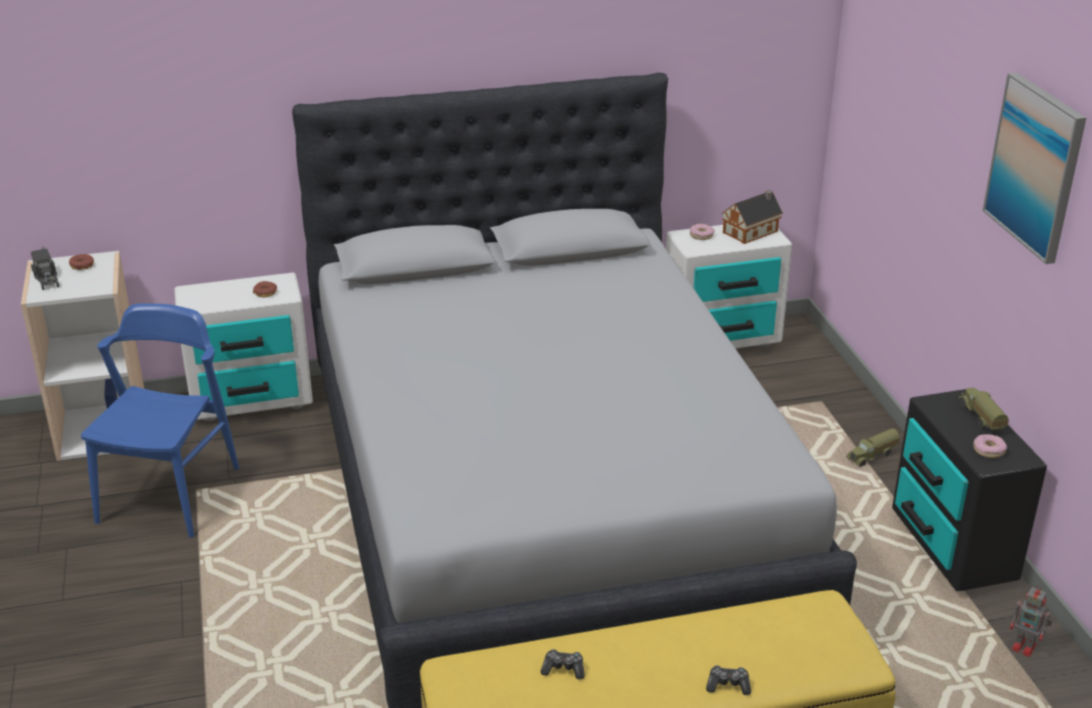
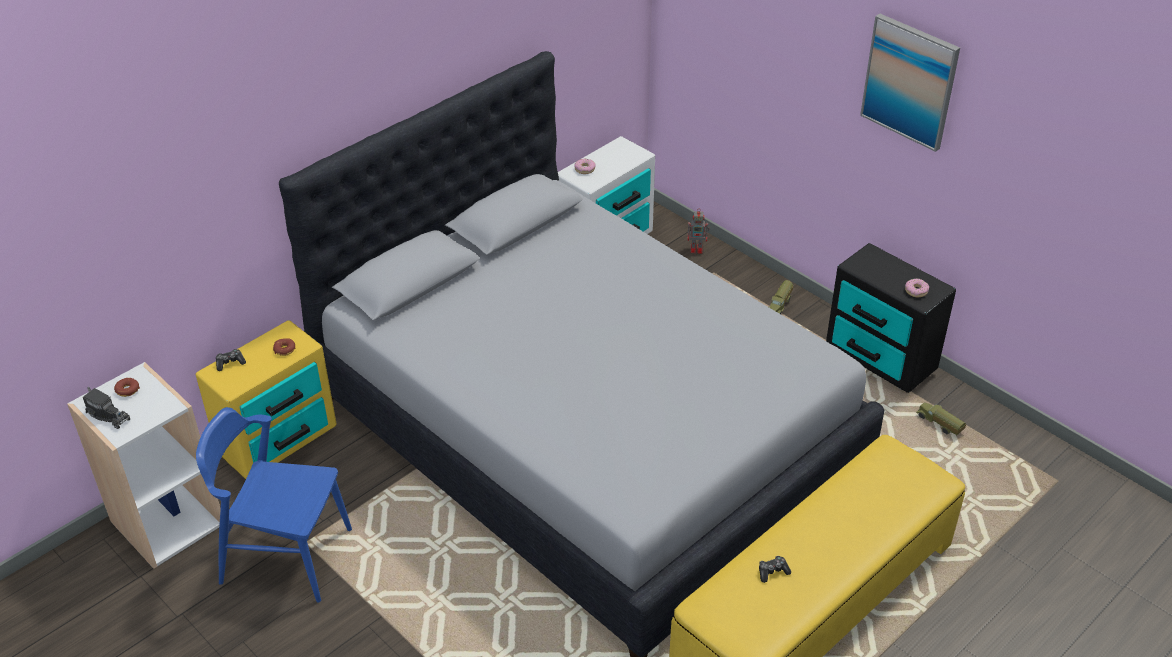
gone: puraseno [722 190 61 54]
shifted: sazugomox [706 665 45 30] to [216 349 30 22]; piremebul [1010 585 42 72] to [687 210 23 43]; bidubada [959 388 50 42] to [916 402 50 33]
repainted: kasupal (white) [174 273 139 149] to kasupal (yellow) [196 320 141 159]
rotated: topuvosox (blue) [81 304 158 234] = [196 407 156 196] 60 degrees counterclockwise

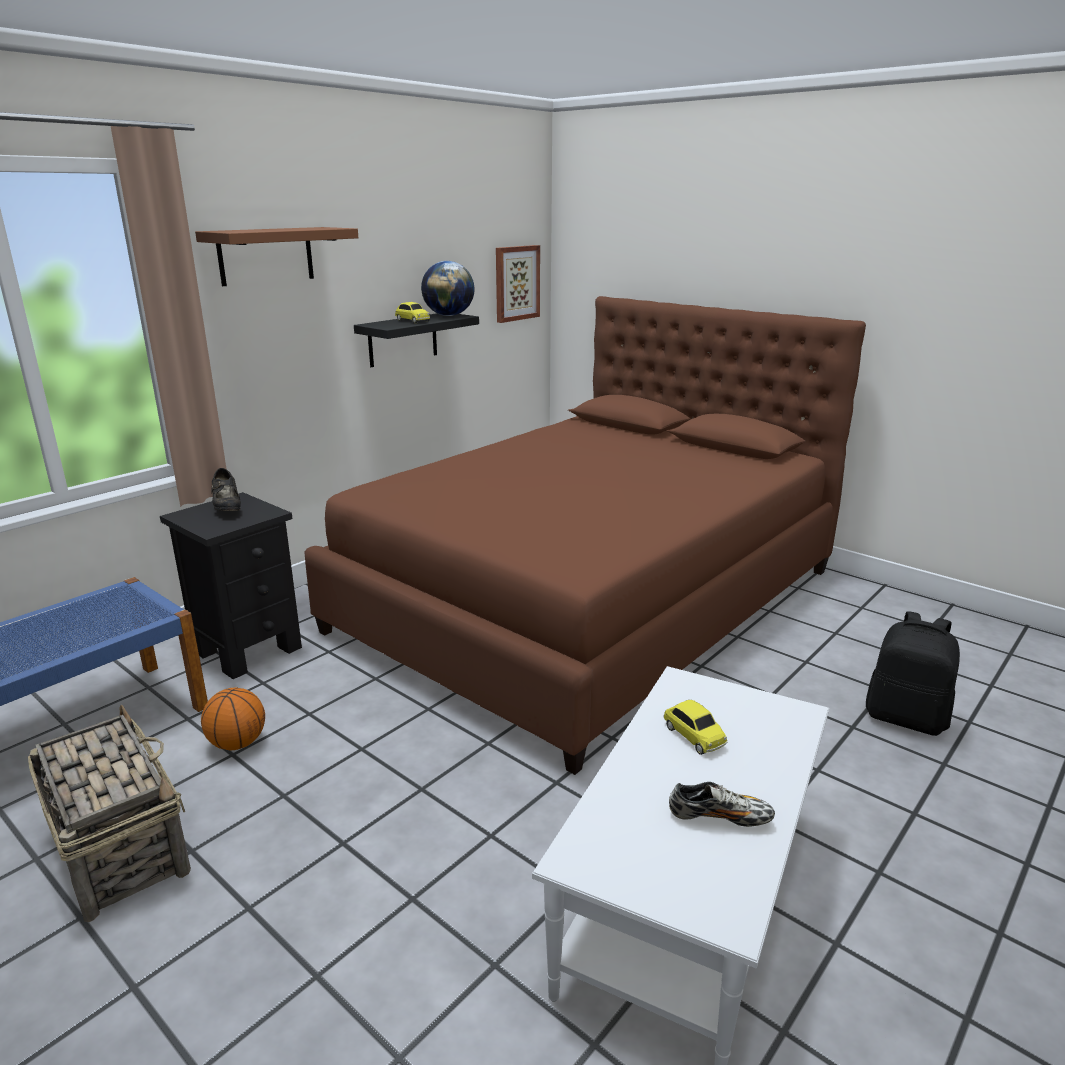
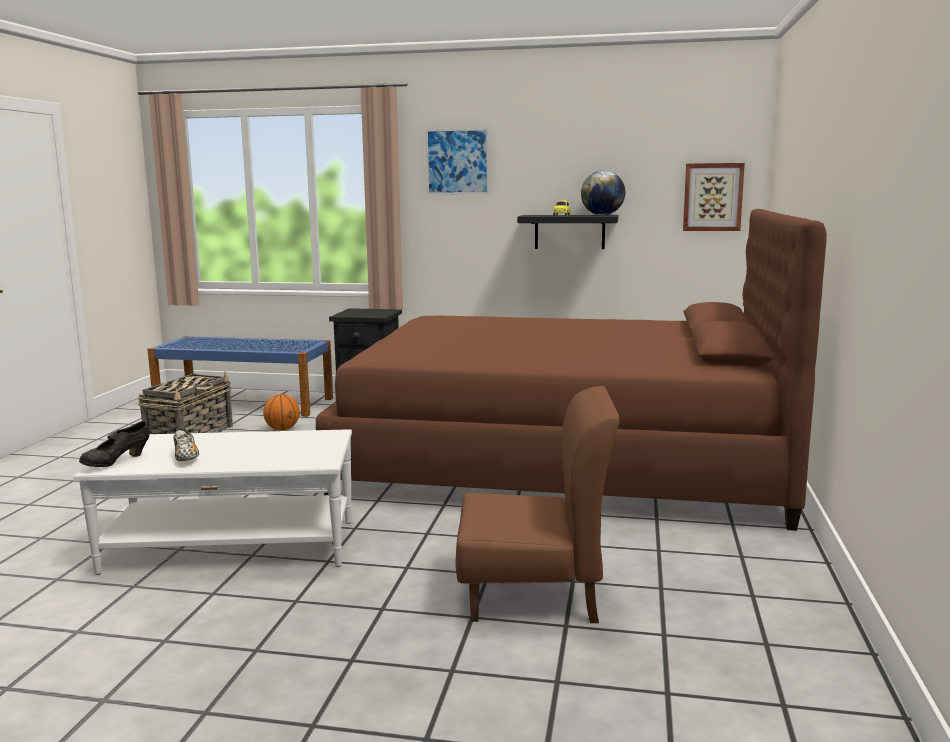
gone: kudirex [663 700 64 55]
shifted: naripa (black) [211 468 30 43] to [79 421 70 46]
swapped: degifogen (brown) [195 227 163 59] to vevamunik [426 128 63 67]; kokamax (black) [866 611 94 125] to topuvosox (brown) [456 386 164 237]

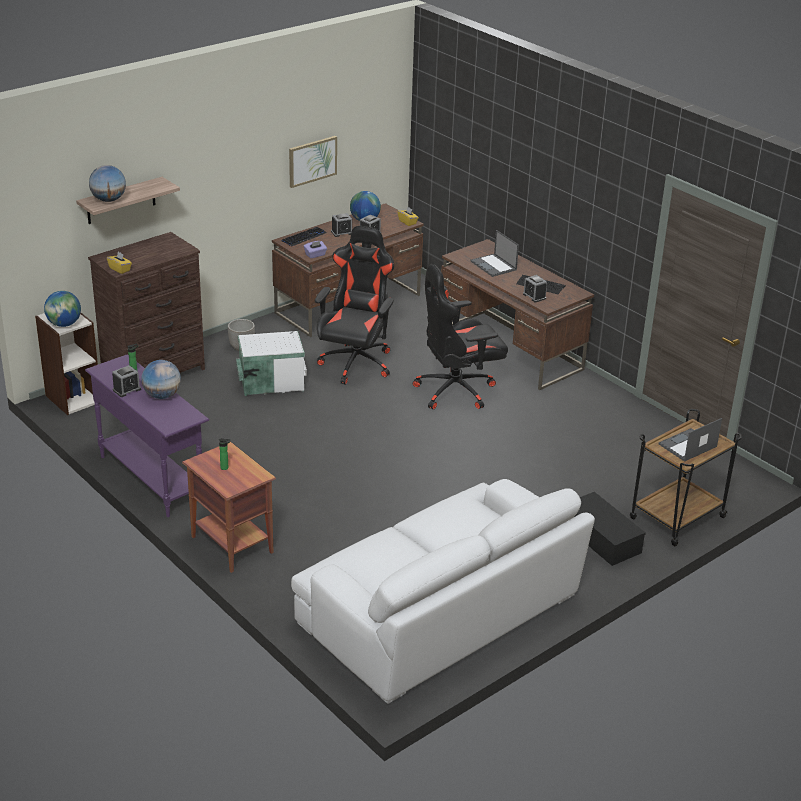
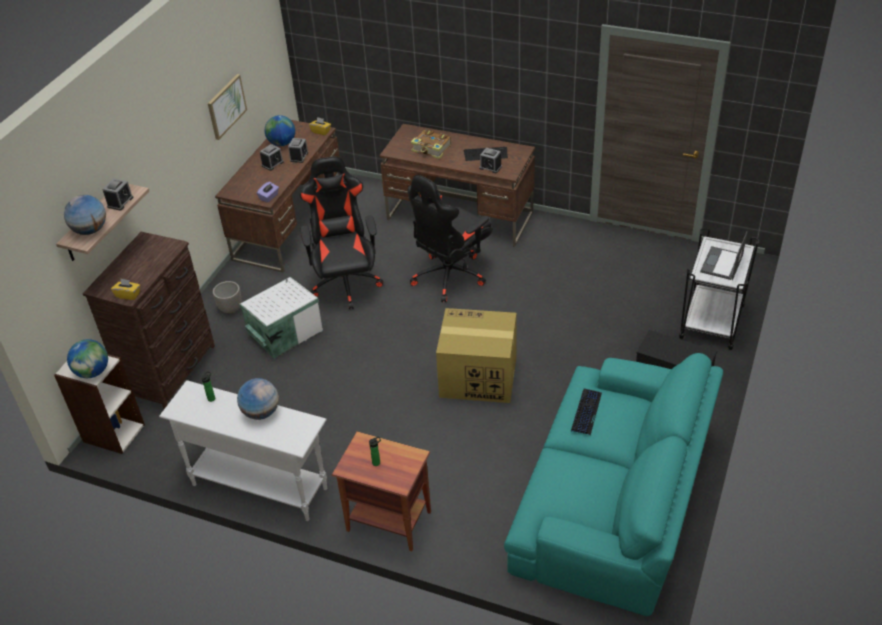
new: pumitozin [436 308 80 95]
shifted: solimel [112 365 29 32] to [102 178 32 33]; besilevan [282 227 45 19] to [571 388 31 47]
swapped: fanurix [471 230 48 47] to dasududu [411 130 40 29]
repainted: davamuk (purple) [85 354 124 163] to davamuk (white) [159 380 168 141]; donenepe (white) [291 479 304 225] to donenepe (turquoise) [504 353 219 264]; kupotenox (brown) [630 409 112 137] to kupotenox (white) [679 227 81 123]

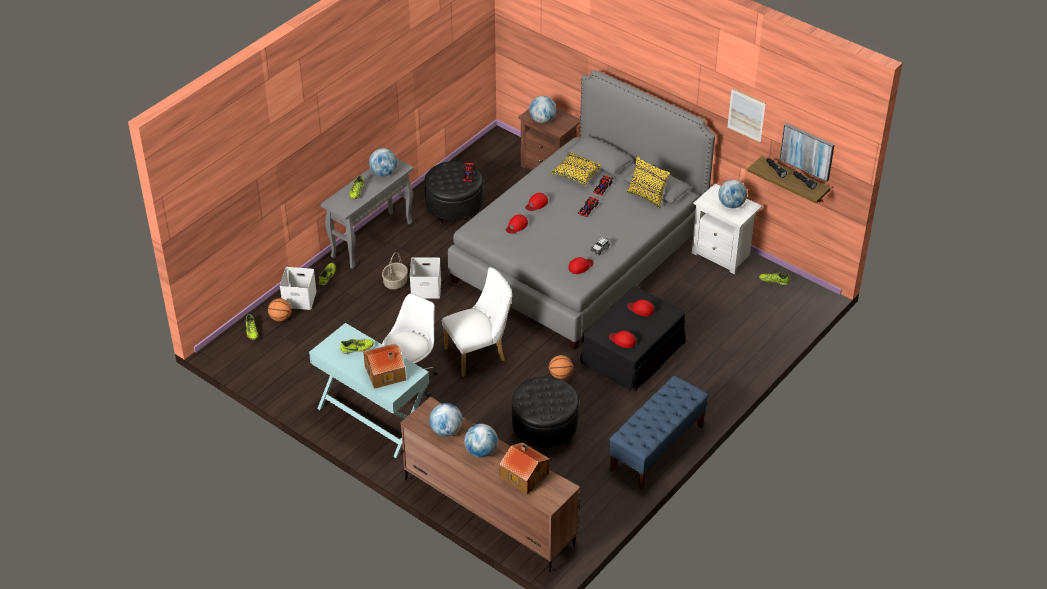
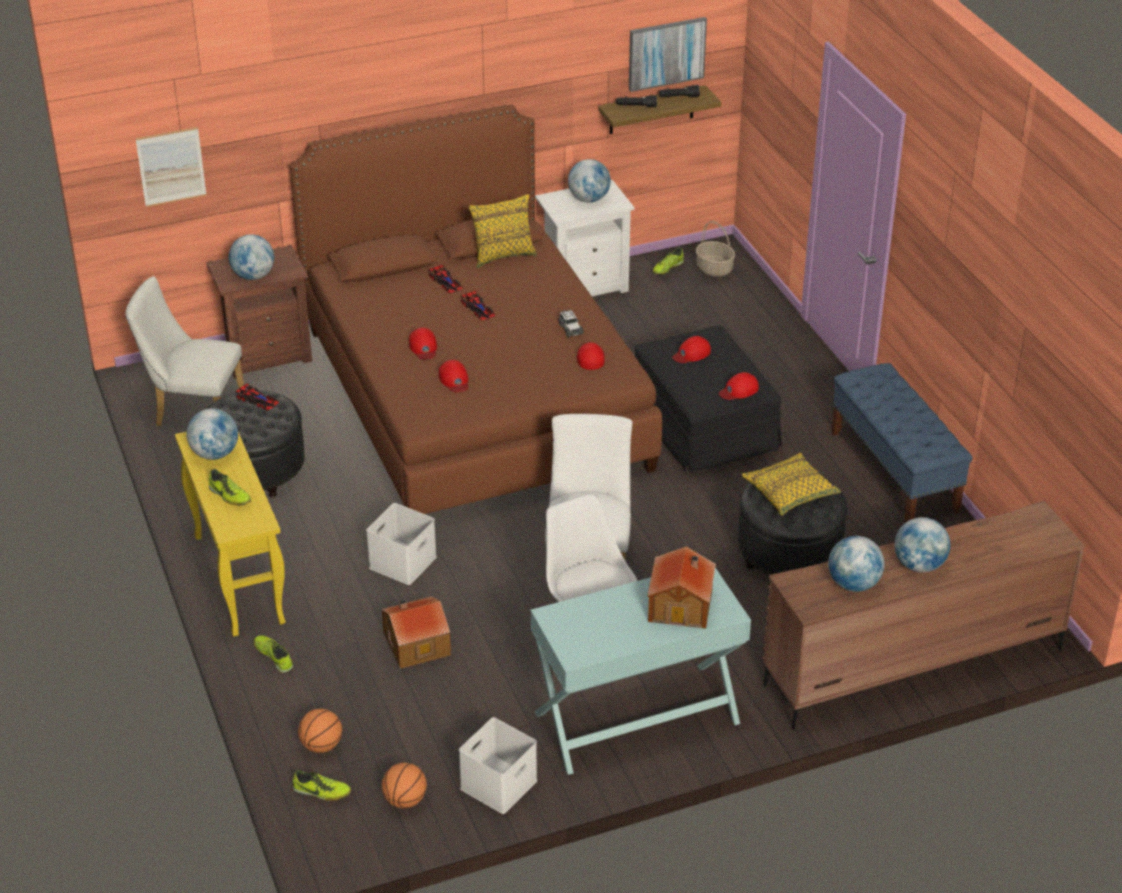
gone: naripa [340 339 34 15]
new: topuvosox (white) [126 276 118 151]
shifted: vevamunik [727 88 39 55] to [135 127 72 80]; puraseno [499 442 51 53] to [381 596 70 73]; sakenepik [549 355 24 24] to [381 763 46 45]; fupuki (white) [280 267 37 43] to [459 717 78 97]; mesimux [382 252 26 38] to [696 221 39 56]; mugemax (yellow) [550 151 51 35] to [741 453 100 62]
repainted: davamuk (grey) [321 159 93 110] to davamuk (yellow) [175 431 111 206]; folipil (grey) [448 70 267 280] to folipil (brown) [290 105 372 409]

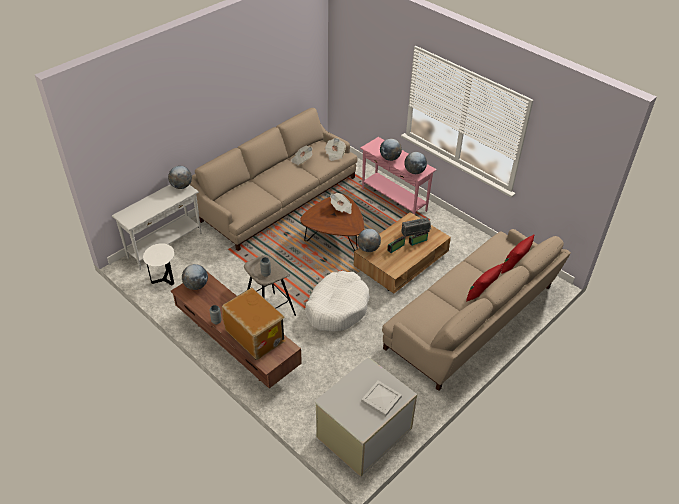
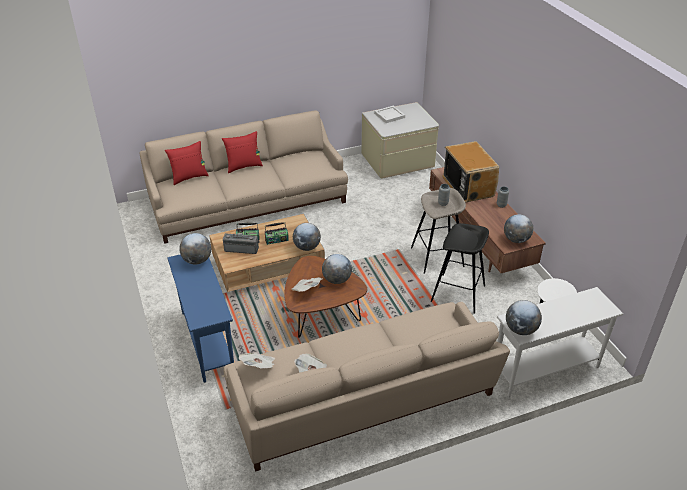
gone: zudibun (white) [305 271 65 60]
new: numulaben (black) [431 223 58 91]
shifted: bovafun [380 139 22 22] to [322 254 30 30]
repainted: davamuk (pink) [360 137 76 78] to davamuk (blue) [167 255 67 128]

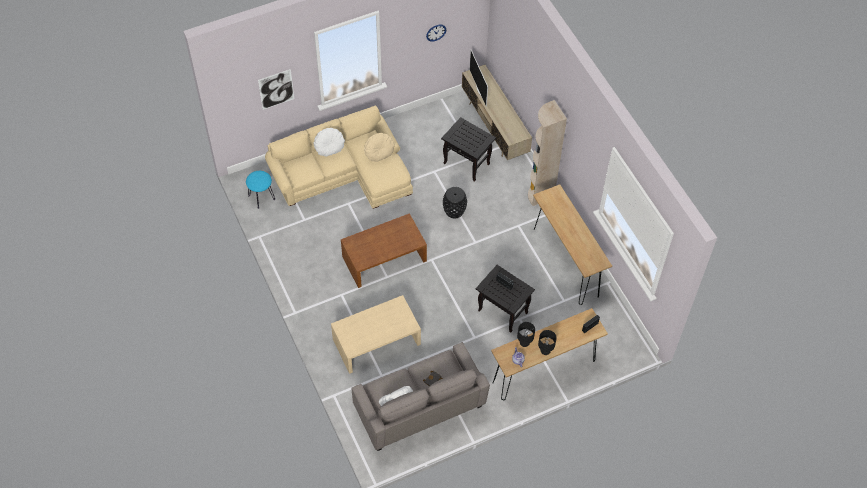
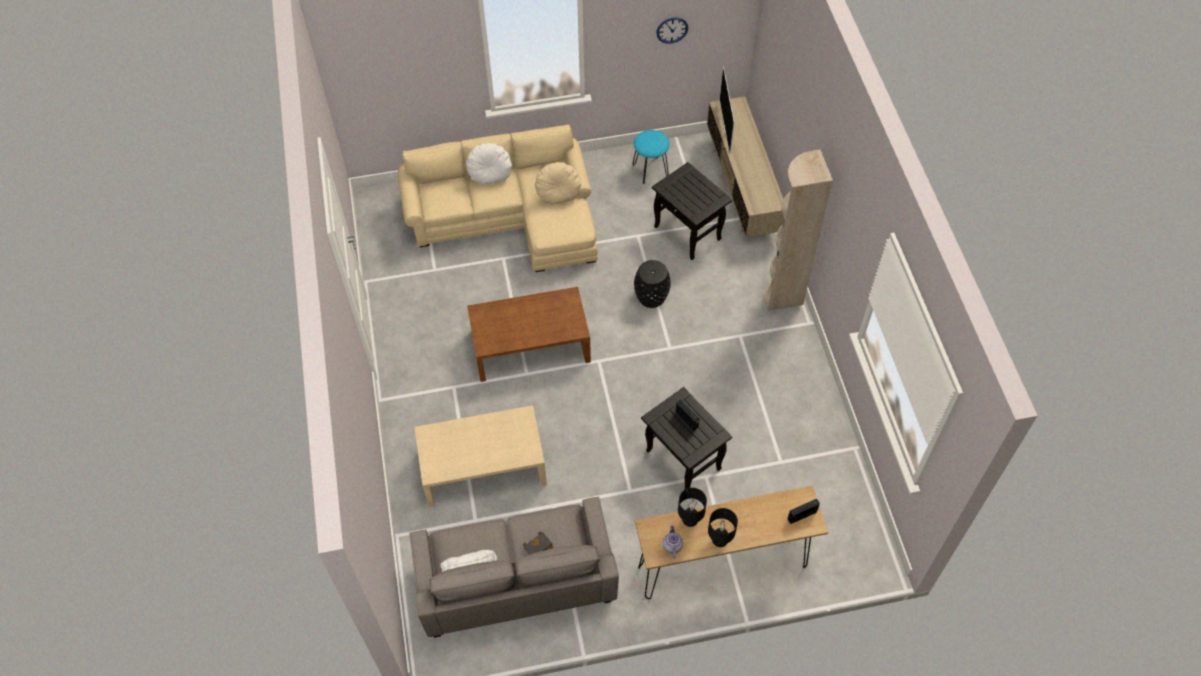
gone: vevamunik [258 69 37 41]; davamuk (brown) [533 185 79 120]
shifted: numulaben (turquoise) [246 171 29 38] to [633 130 37 54]

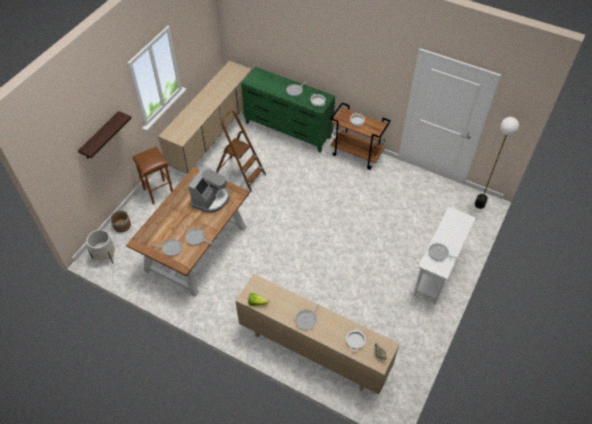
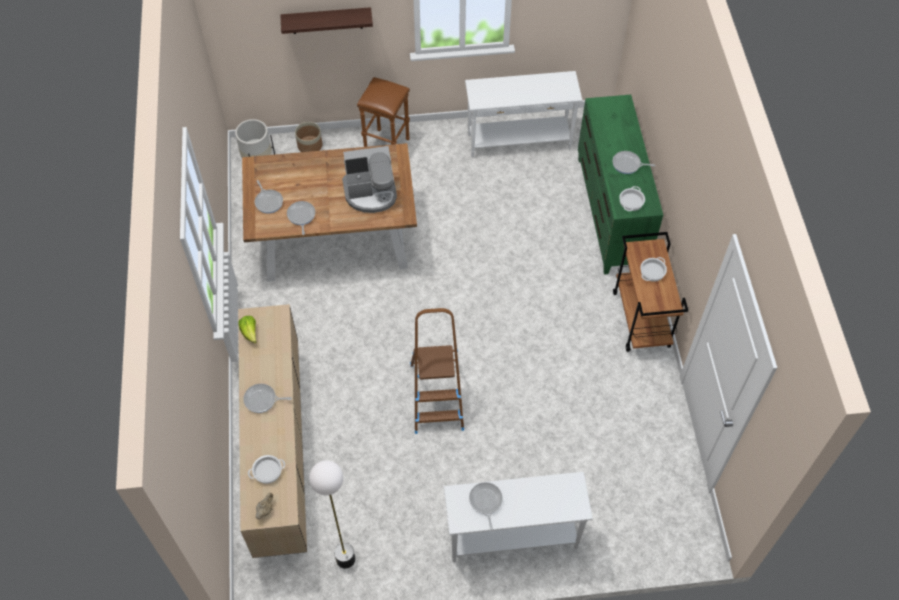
shifted: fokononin [475 117 44 92] to [309 460 46 108]; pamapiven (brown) [216 111 50 82] to [410 308 54 126]
swapped: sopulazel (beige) [158 61 94 112] to davamuk (white) [465 71 118 87]

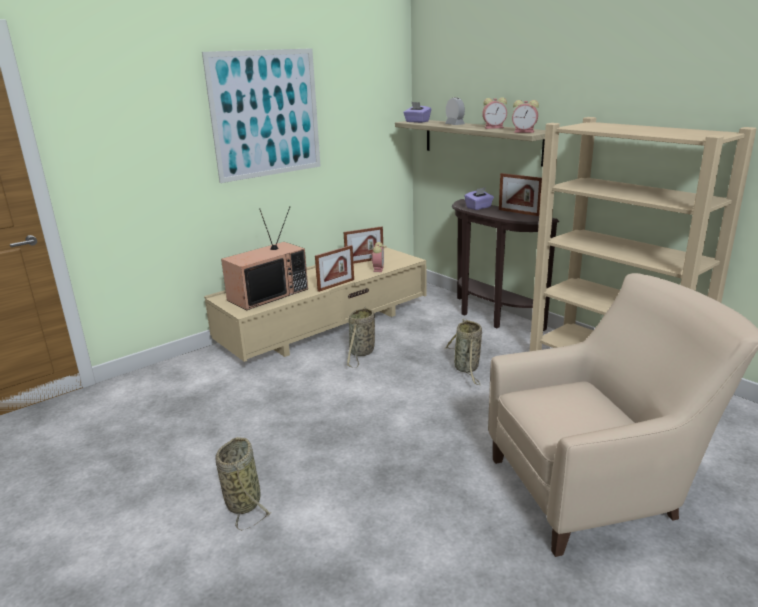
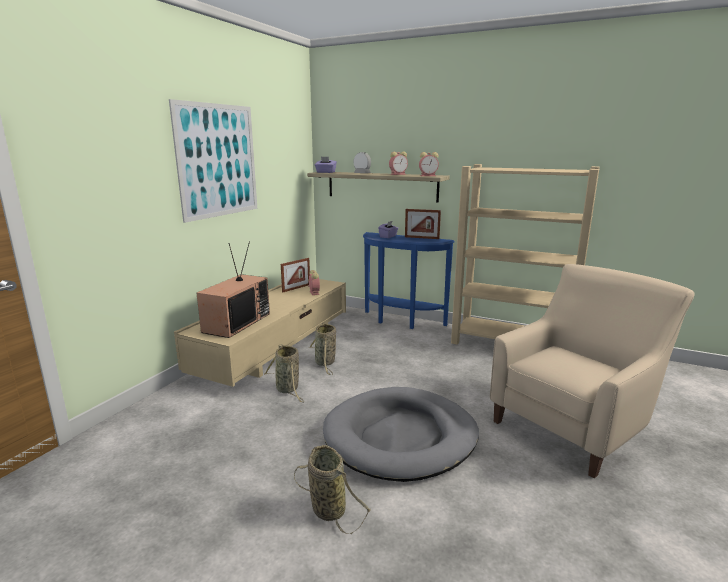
gone: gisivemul [315 245 39 47]
new: zudibun (grey) [323 387 156 95]
shifted: mesimux [444 319 38 66] to [264 344 40 59]
repainted: davamuk (brown) [452 199 107 132] to davamuk (blue) [363 232 92 97]

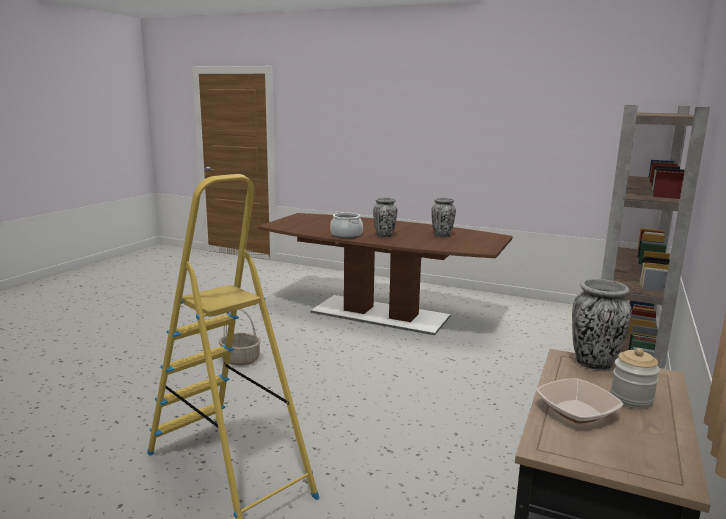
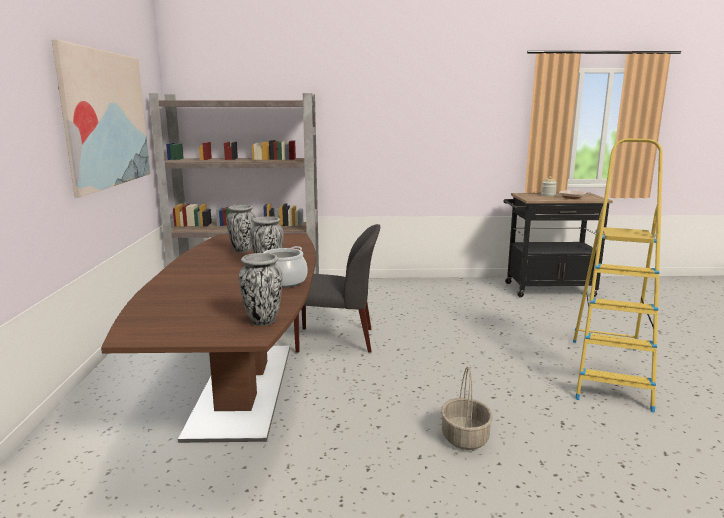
new: vevamunik [52 39 98 158]; topuvosox (grey) [294 224 86 129]
shifted: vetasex [572 279 60 91] to [239 253 43 73]

